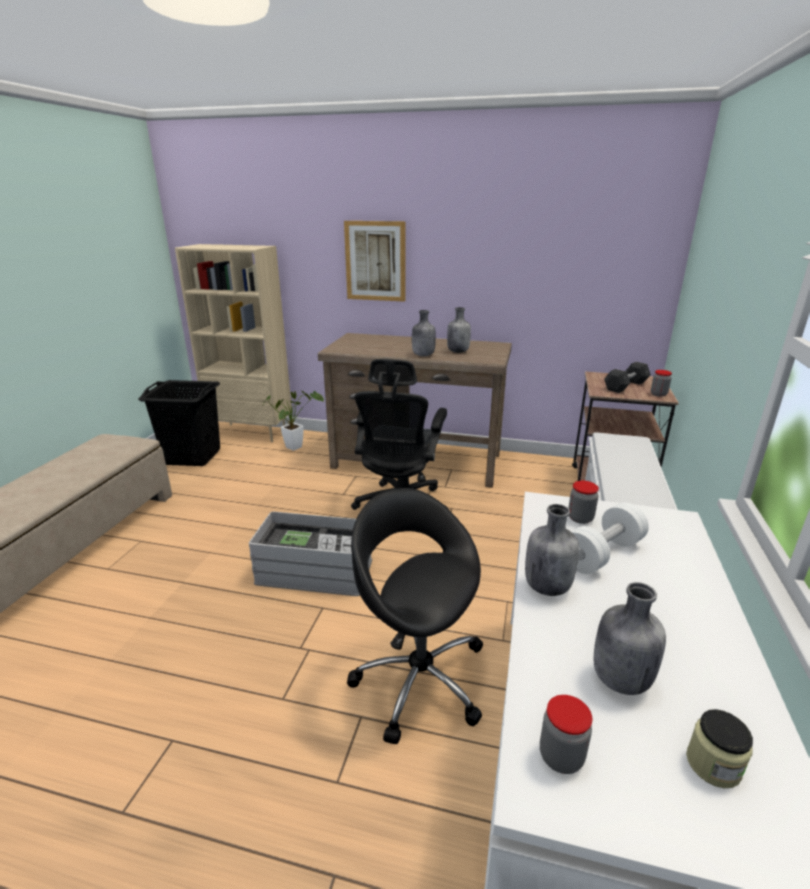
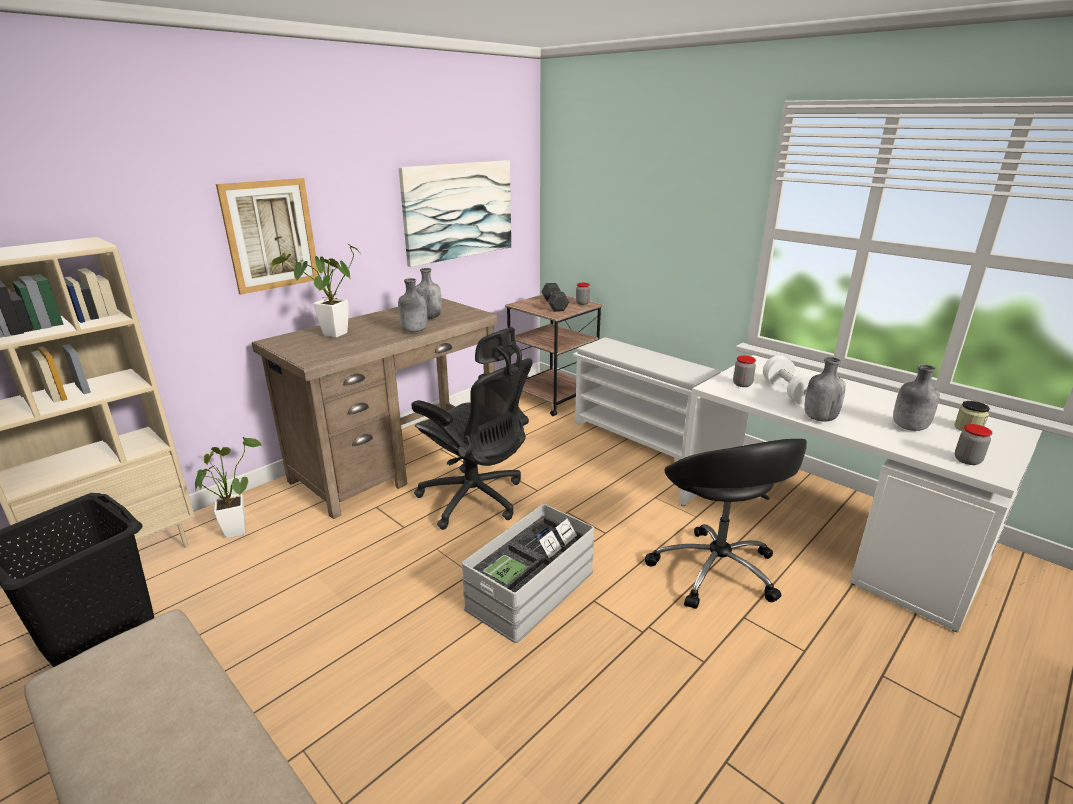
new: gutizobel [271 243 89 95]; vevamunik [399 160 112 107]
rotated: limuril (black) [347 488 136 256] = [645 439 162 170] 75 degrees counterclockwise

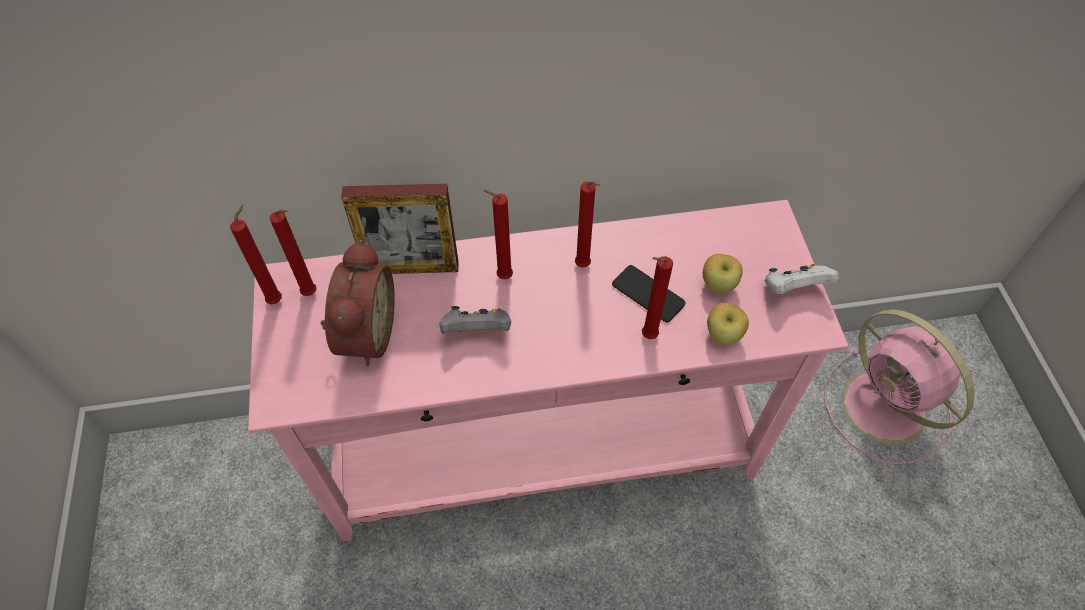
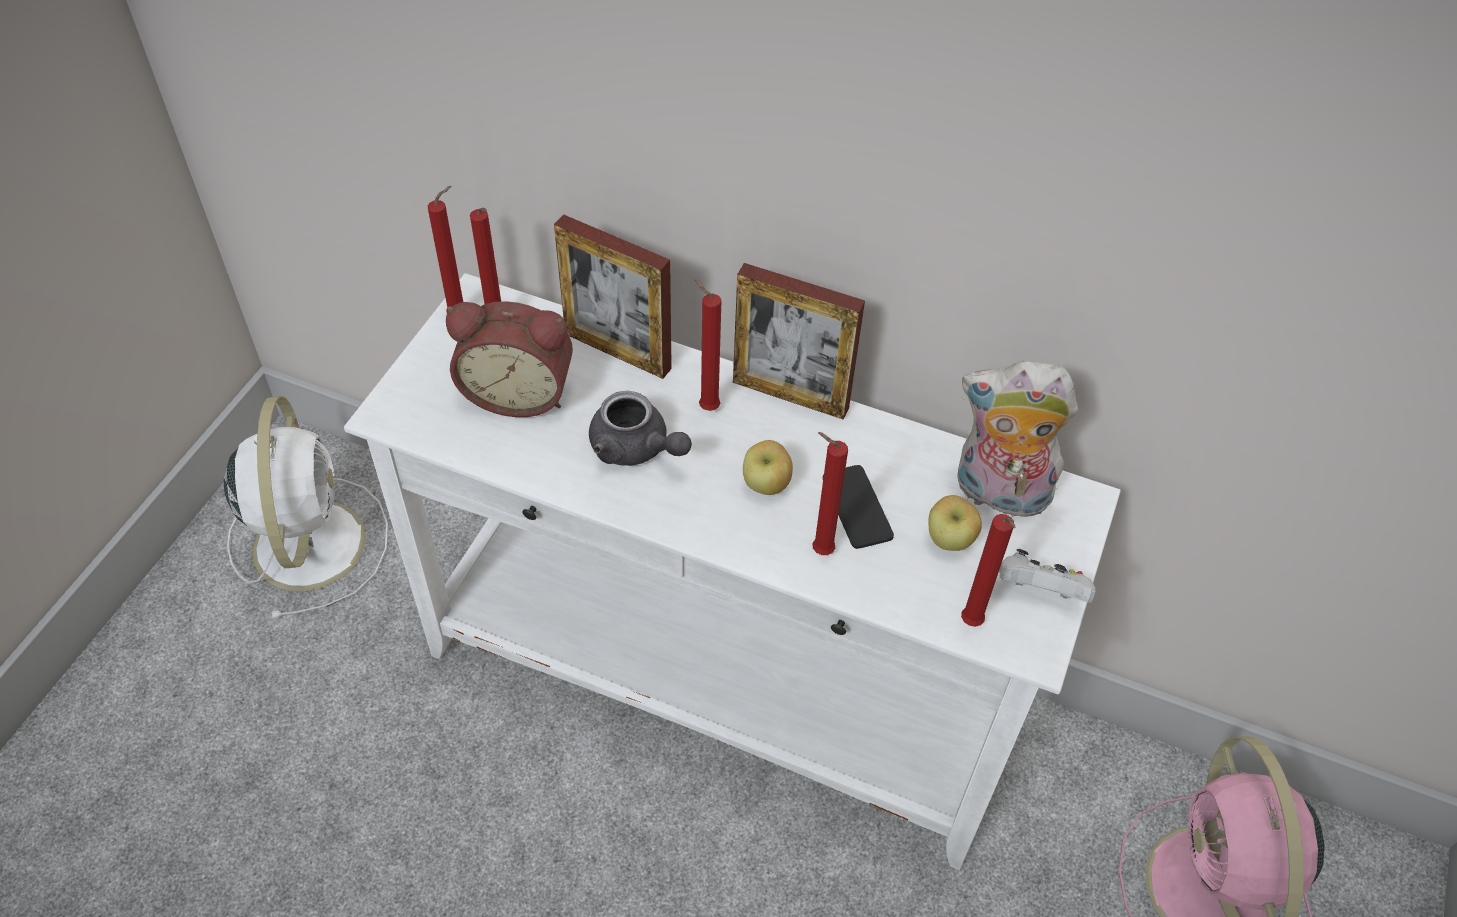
new: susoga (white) [224 396 164 223]; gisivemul [733 263 132 157]; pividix [957 361 121 156]
shifted: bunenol [707 302 42 42] to [743 440 50 55]; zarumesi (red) [575 181 25 87] to [961 514 54 113]
swapped: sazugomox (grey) [439 306 72 28] to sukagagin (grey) [589 391 103 75]
repainted: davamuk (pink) [248 200 600 342] to davamuk (white) [344 273 777 597]
rotated: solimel [321 240 74 127] = [446 301 127 116] 60 degrees clockwise

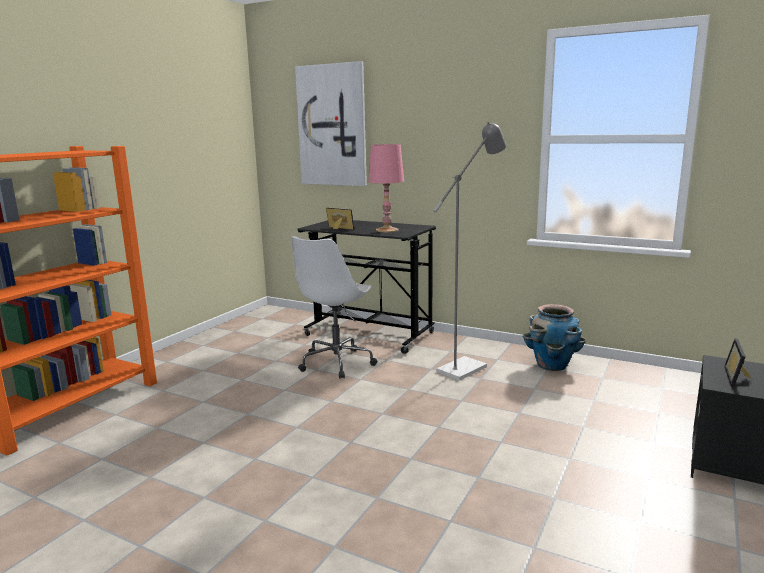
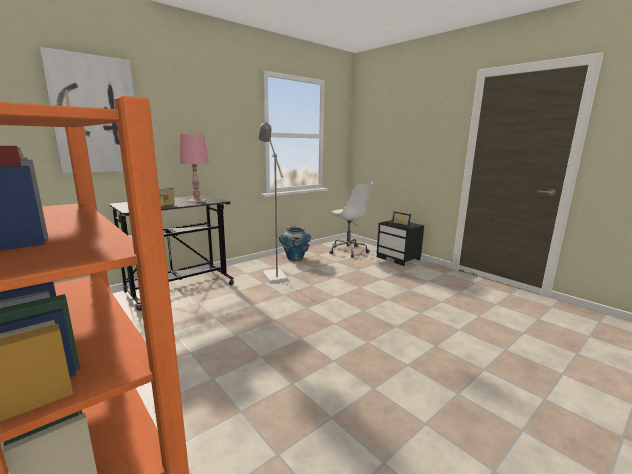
shifted: limuril (white) [291 236 86 143] to [329 183 44 75]

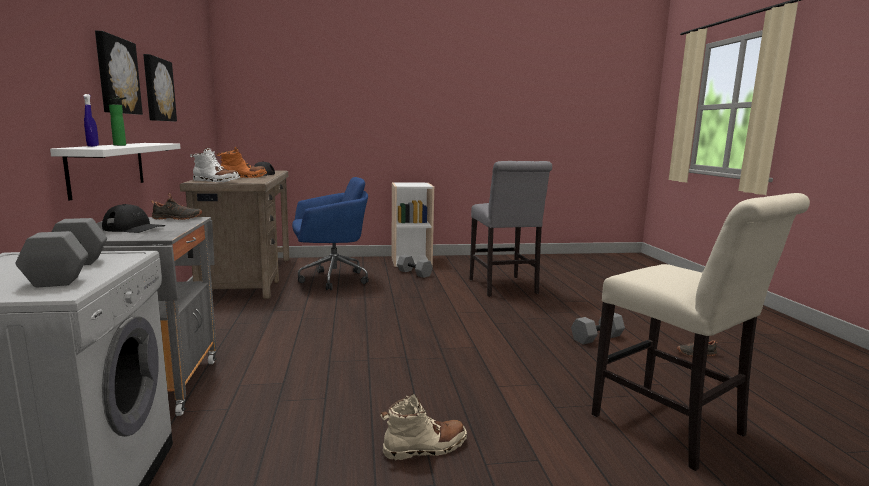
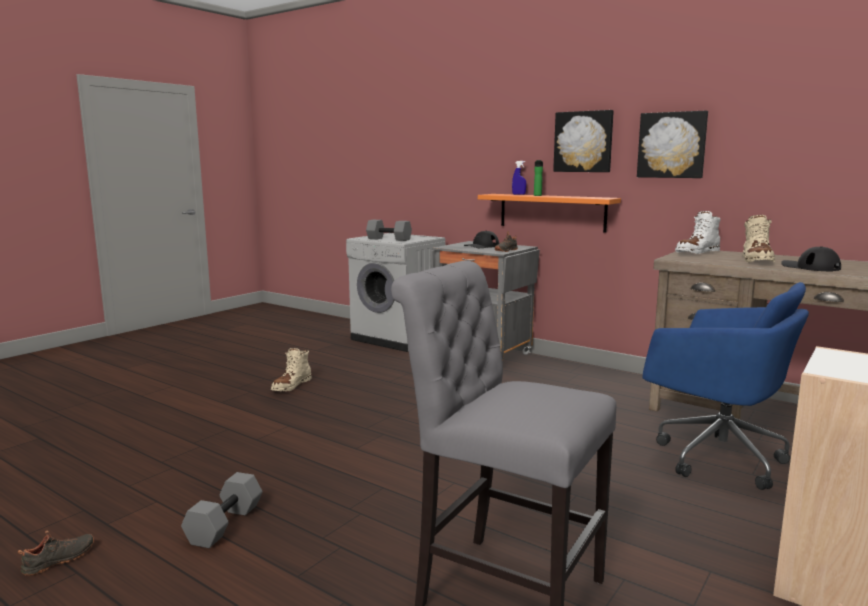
gone: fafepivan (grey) [397 255 36 23]; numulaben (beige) [592 193 218 278]
repainted: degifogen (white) [50 143 130 58] to degifogen (orange) [478 194 143 39]; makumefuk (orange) [217 147 50 31] to makumefuk (beige) [742 215 33 48]
rotated: limuril (blue) [292 177 77 113] = [643 282 166 208] 75 degrees counterclockwise

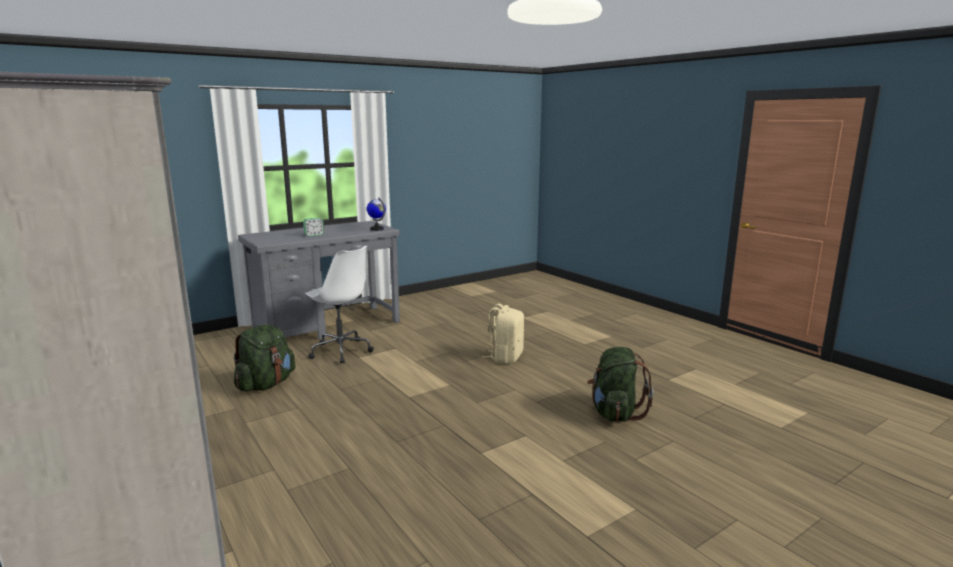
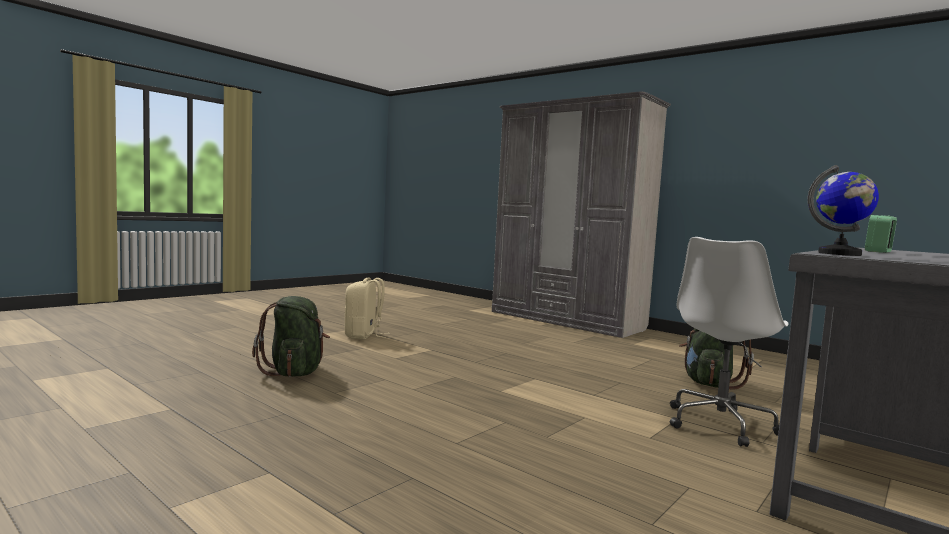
shifted: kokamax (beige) [482 304 42 60] to [344 278 46 61]
rotated: limuril (white) [305 246 69 118] = [670 237 119 210] 75 degrees counterclockwise

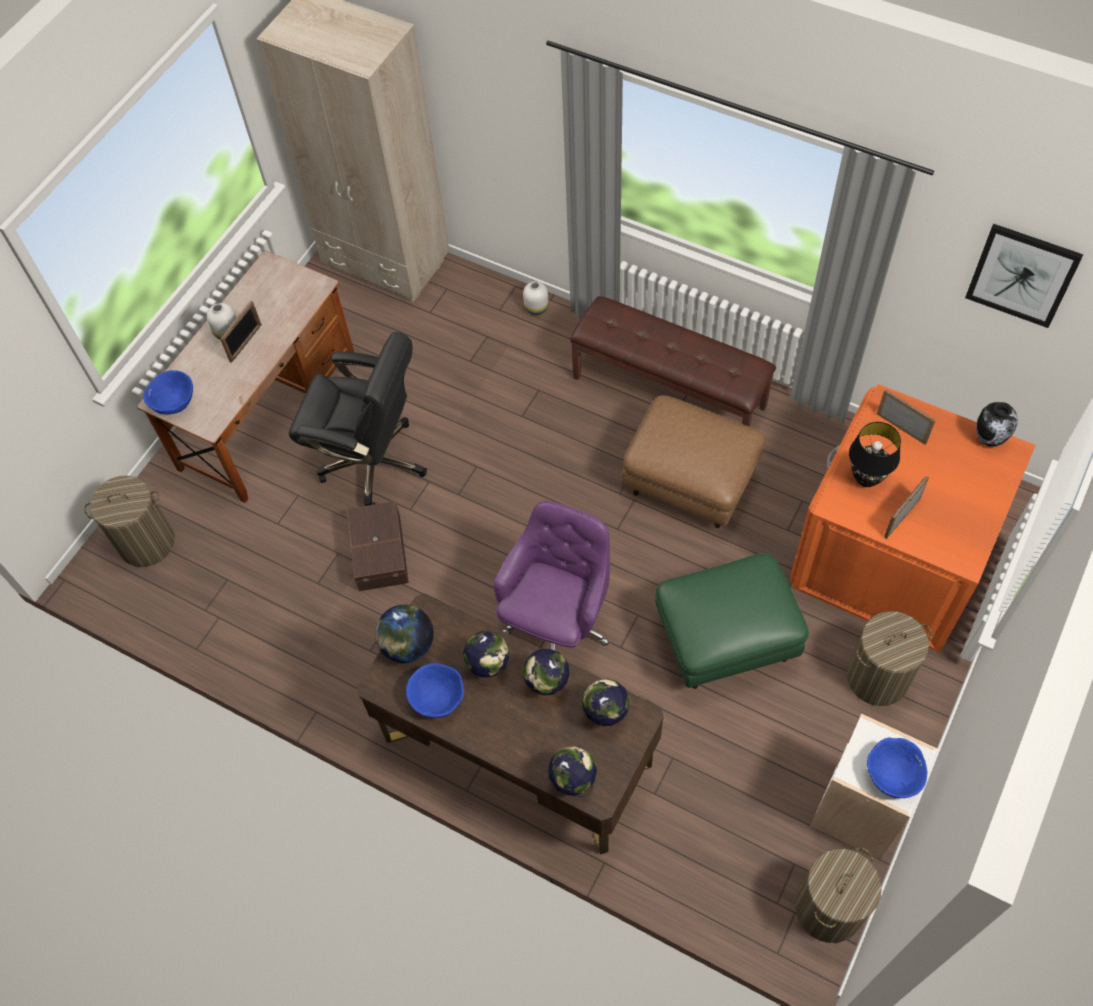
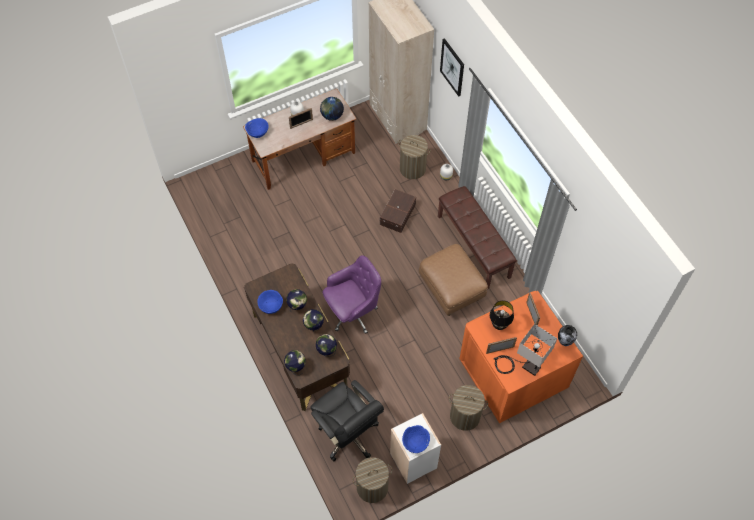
gone: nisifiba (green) [655 553 154 136]
new: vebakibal [494 324 63 52]
shifted: limuril (black) [289 332 138 174] to [311 380 73 81]; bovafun [375 605 59 58] to [320 97 24 24]; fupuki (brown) [347 501 62 90] to [380 189 36 44]; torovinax [84 475 91 92] to [398 135 32 44]; vevamunik [965 224 118 104] to [440 38 24 59]

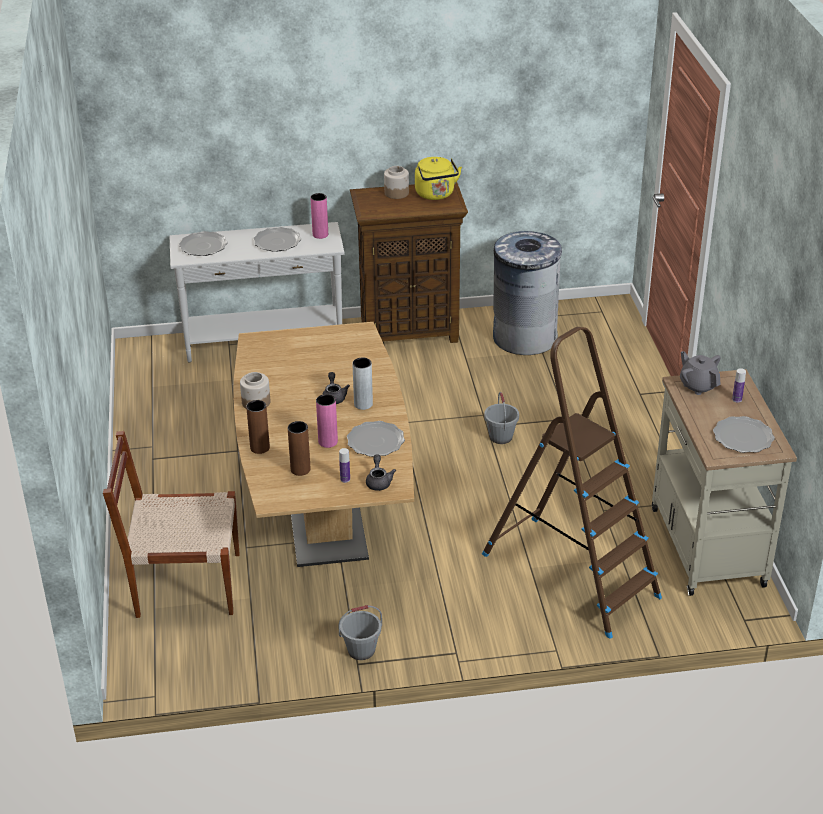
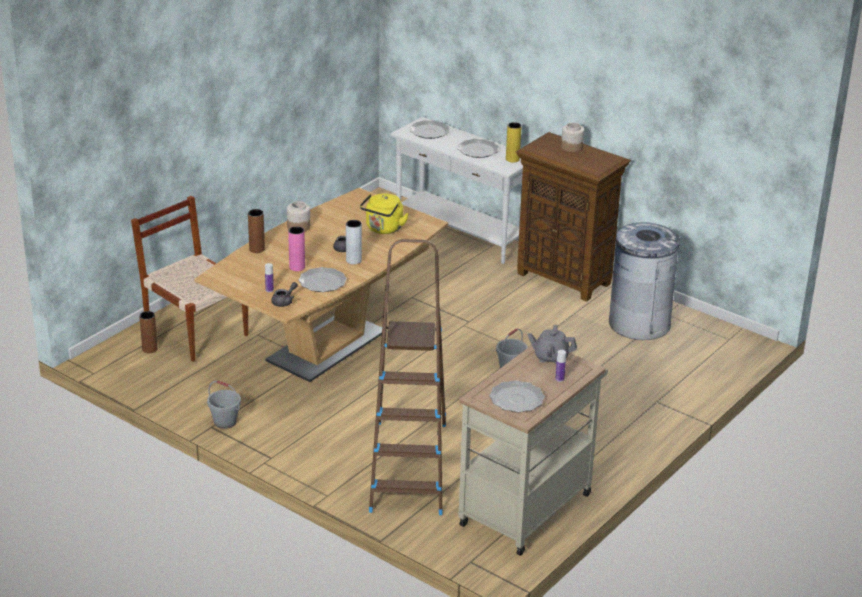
shifted: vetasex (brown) [288 421 22 55] to [139 311 18 42]; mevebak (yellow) [415 157 47 43] to [360 193 49 41]
repainted: vetasex (pink) [310 193 18 46] to vetasex (yellow) [506 122 16 40]
rotated: sukagagin (grey) [680 351 41 44] = [528 325 49 39] 90 degrees counterclockwise

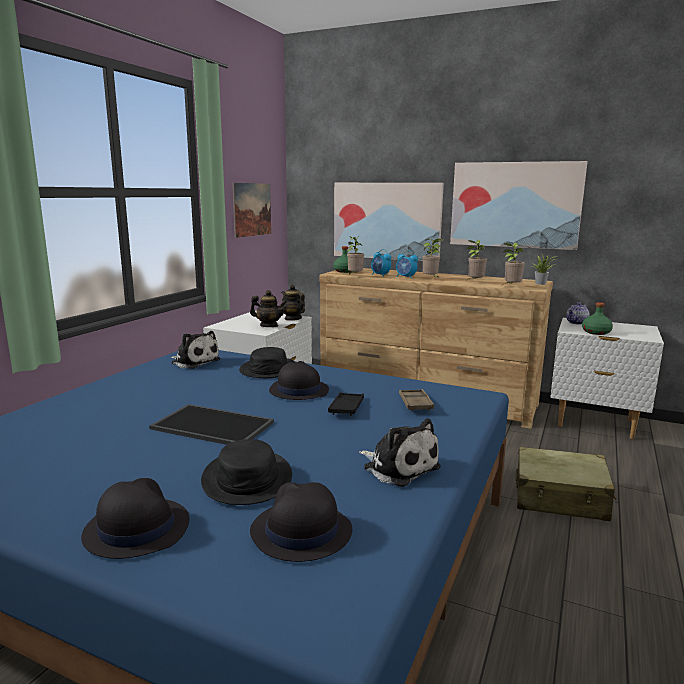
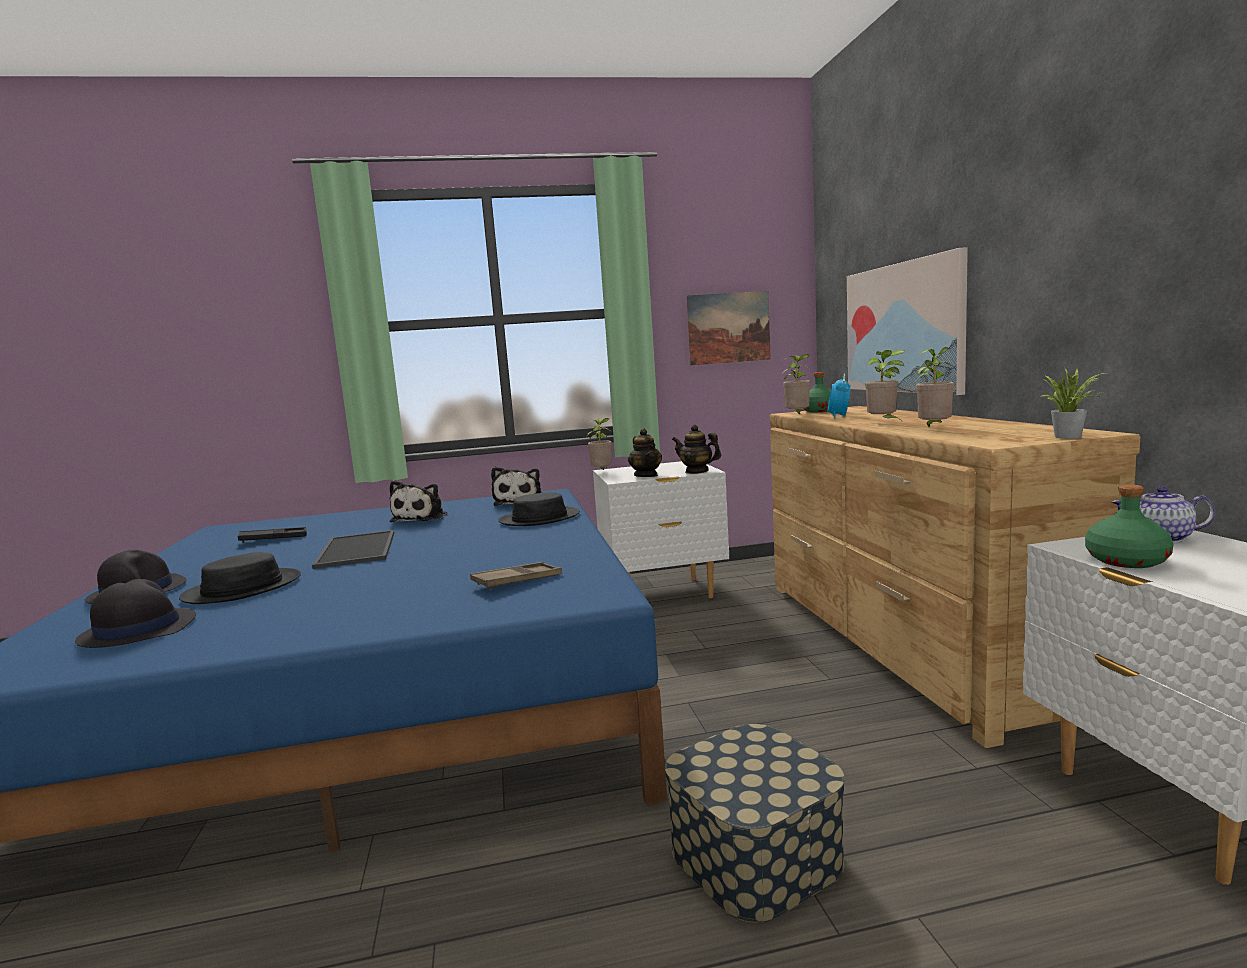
gone: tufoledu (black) [269 361 60 39]; solimel [396 251 22 28]; vevamunik [450 161 138 89]
shifted: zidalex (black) [328 392 36 24] to [238 527 69 16]; pividix [359 419 82 68] to [389 480 58 42]; gutizobel [503 242 22 41] to [587 418 25 52]
swapped: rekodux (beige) [516 447 100 74] to fupuki [665 724 180 199]
rotated: sukagagin [282 285 23 36] = [672 424 49 50] 75 degrees counterclockwise

